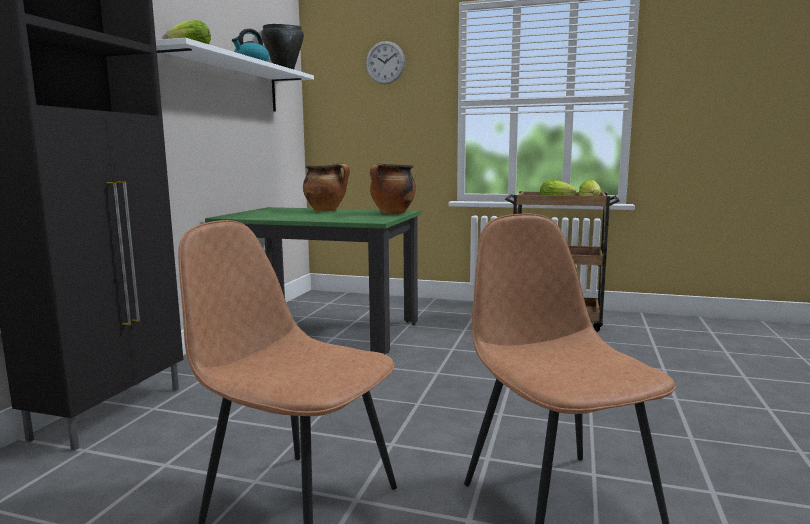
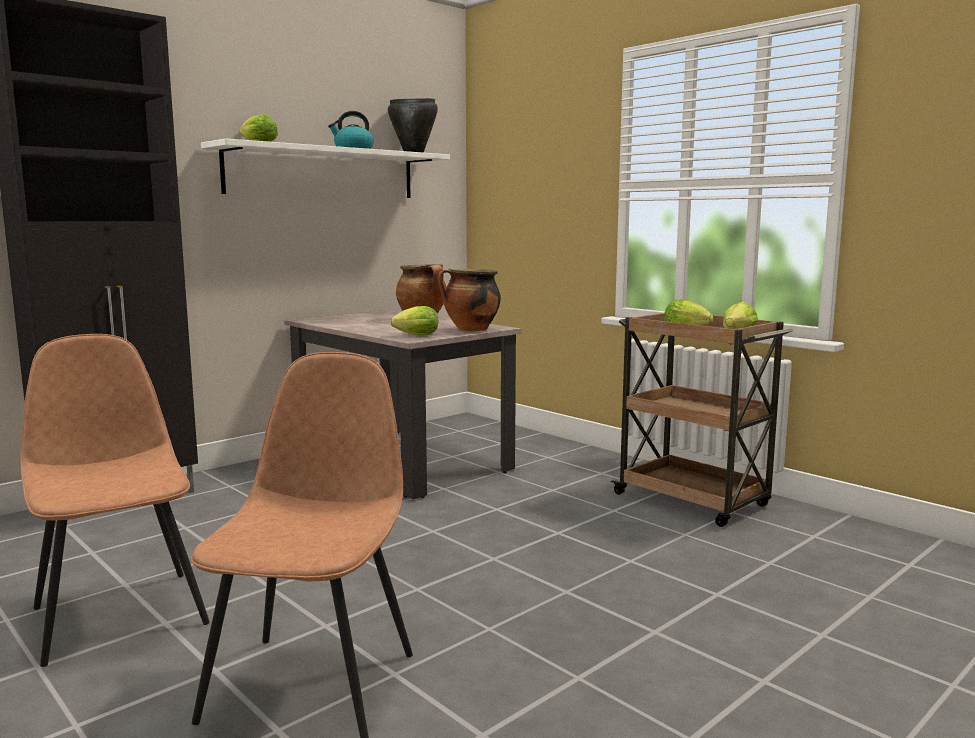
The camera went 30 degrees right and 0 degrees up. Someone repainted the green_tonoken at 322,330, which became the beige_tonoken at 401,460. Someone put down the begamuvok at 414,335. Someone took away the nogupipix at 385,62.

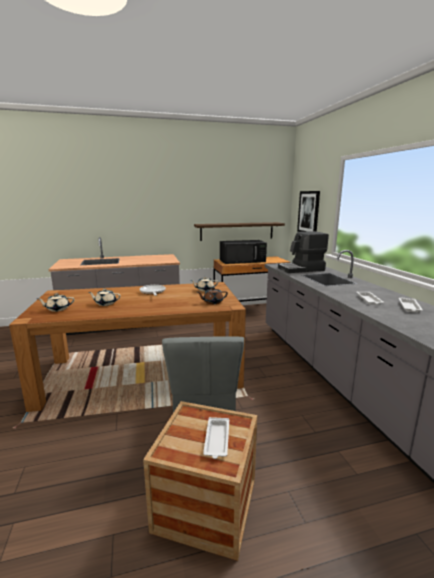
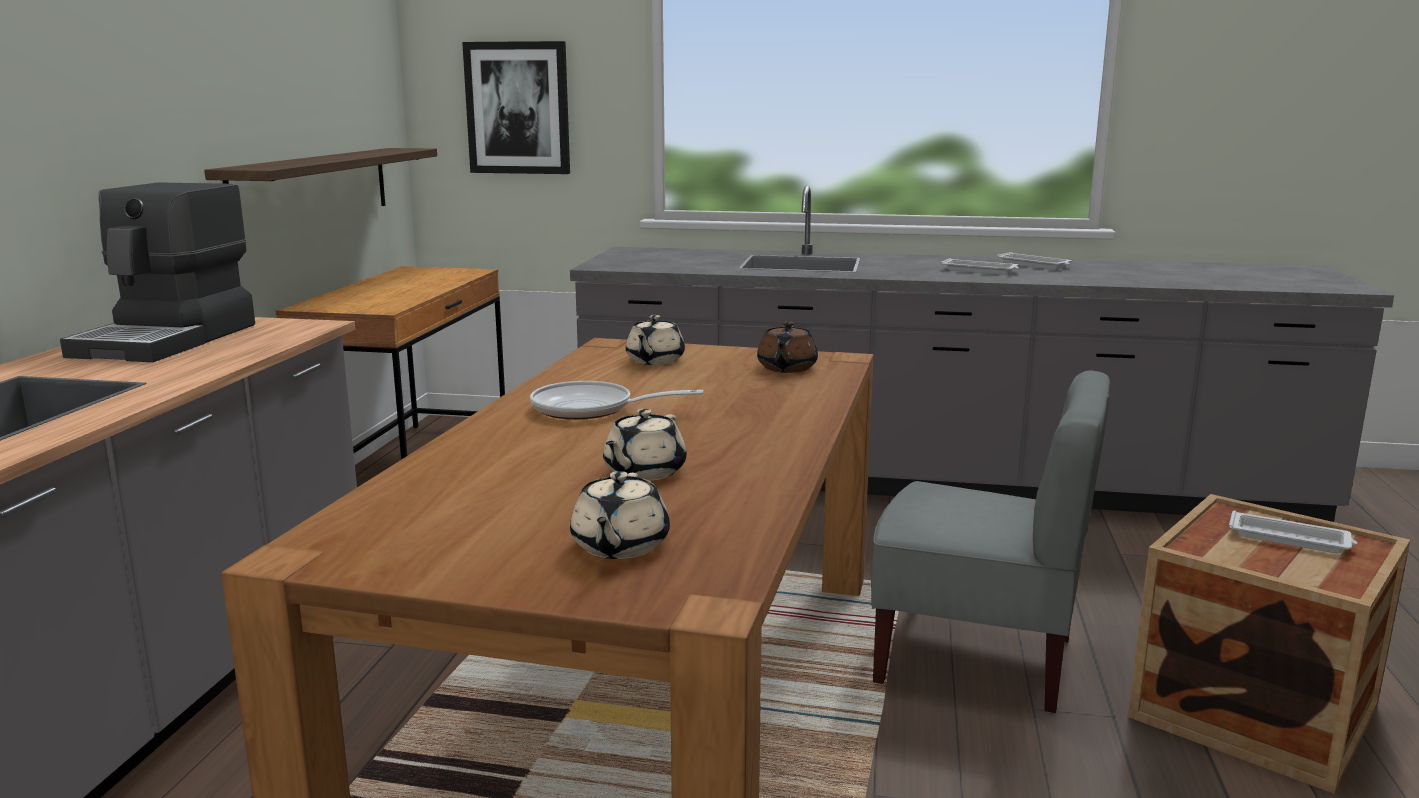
The camera went 65 degrees left and 0 degrees up. Someone carried the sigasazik from 301,269 to 169,340. Someone took away the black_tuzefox at 243,260.

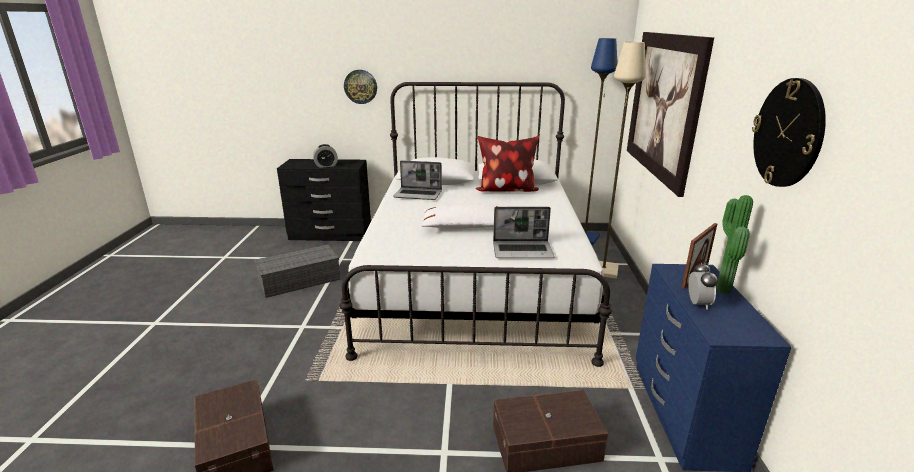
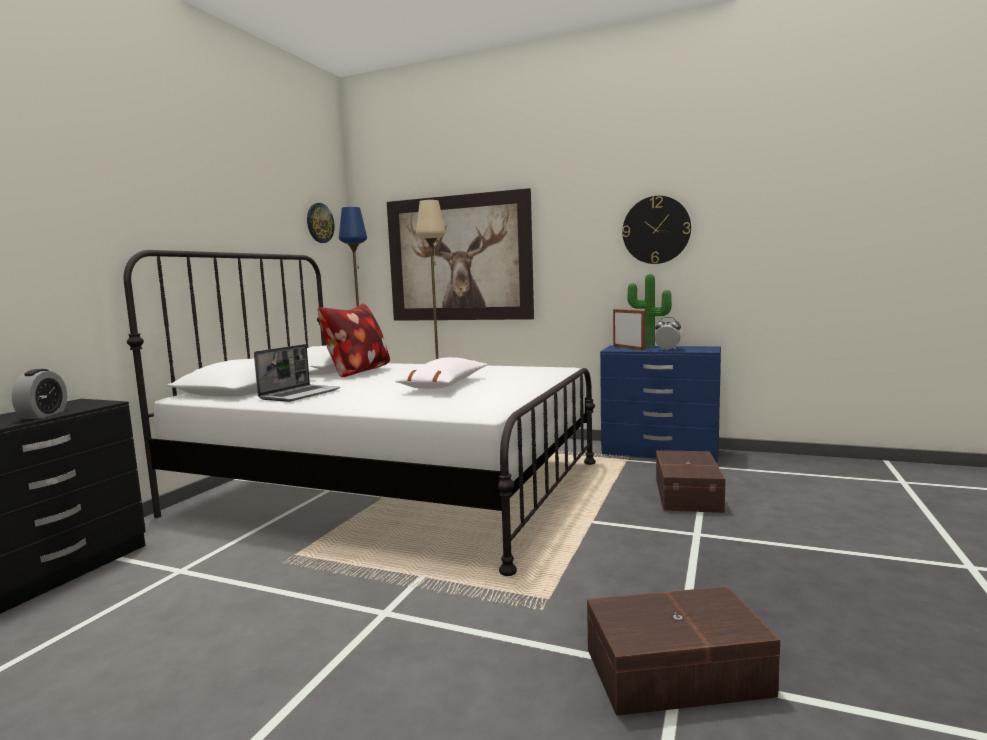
The camera went 70 degrees left and 15 degrees down. Someone carried the nogupipix from 360,86 to 319,223. Someone took away the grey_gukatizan at 300,280. Someone took away the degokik at 523,251.

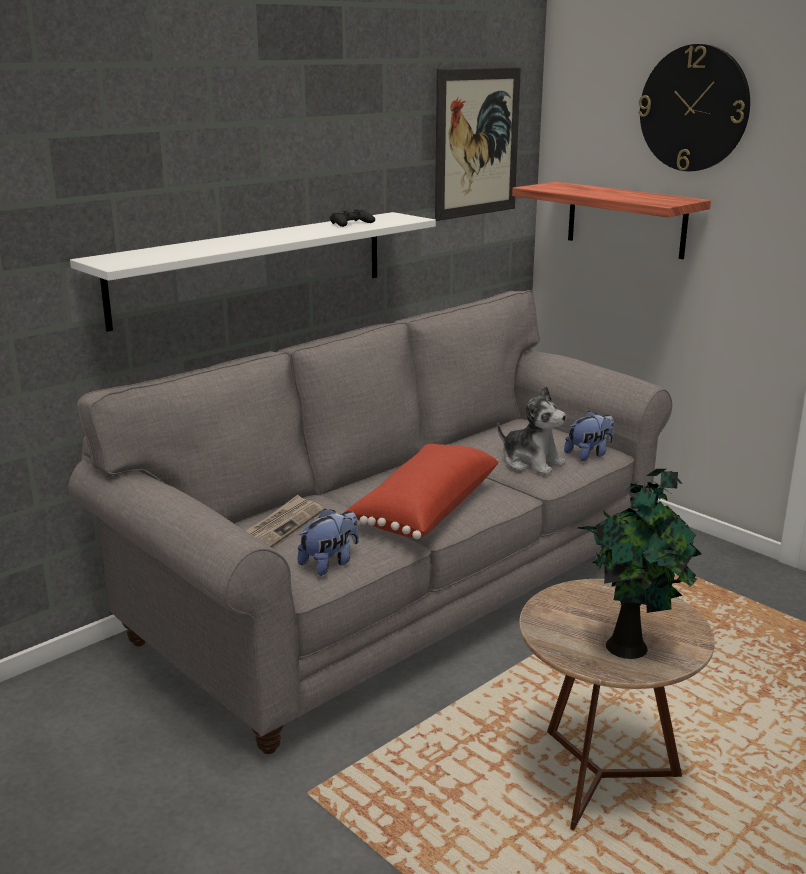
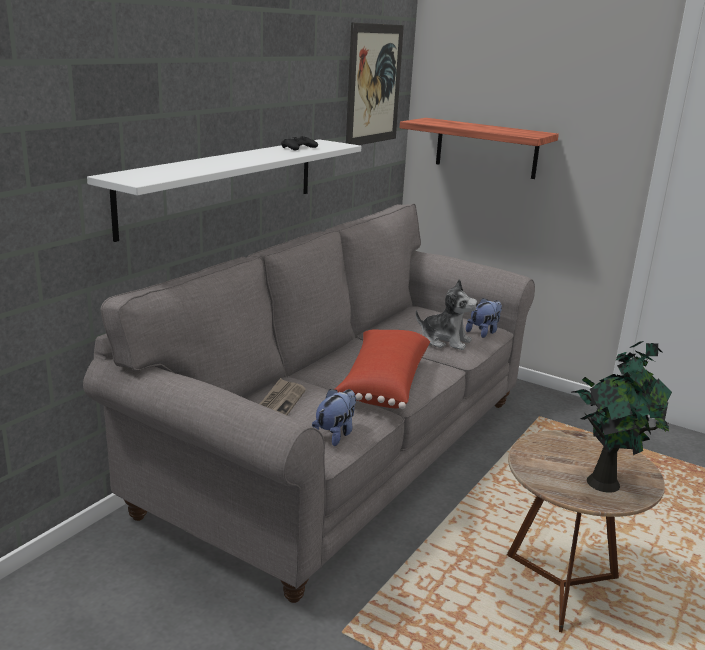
The camera went 15 degrees left and 0 degrees up. Someone took away the nogupipix at 694,108.

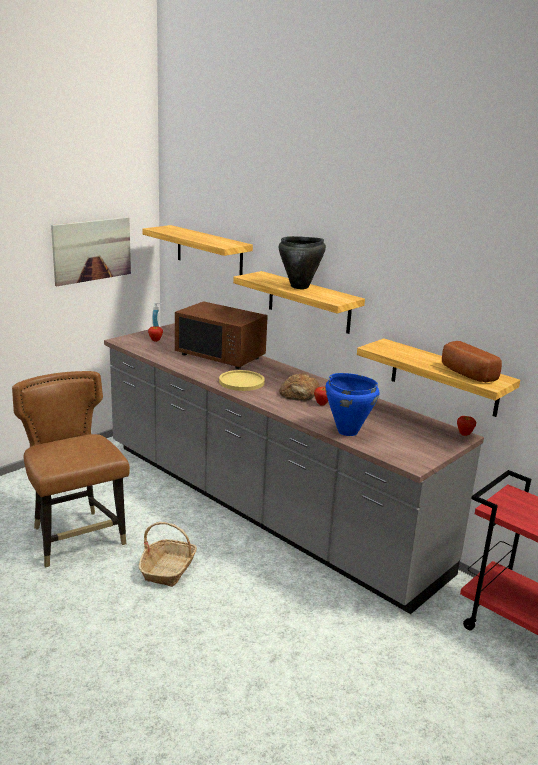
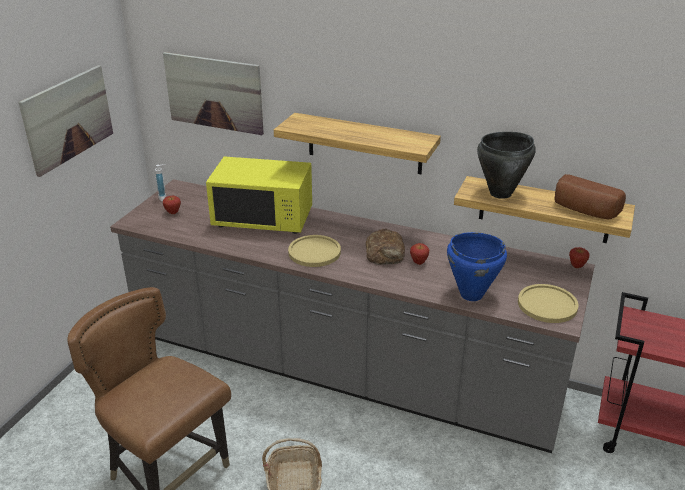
The camera went 20 degrees left and 10 degrees up. Someone swapped the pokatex at 209,251 for the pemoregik at 214,93. Someone repainted the brown_tuzefox at 220,356, which became the yellow_tuzefox at 263,218. Someone carried the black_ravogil from 300,287 to 501,193. Someone put down the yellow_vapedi at 547,305.

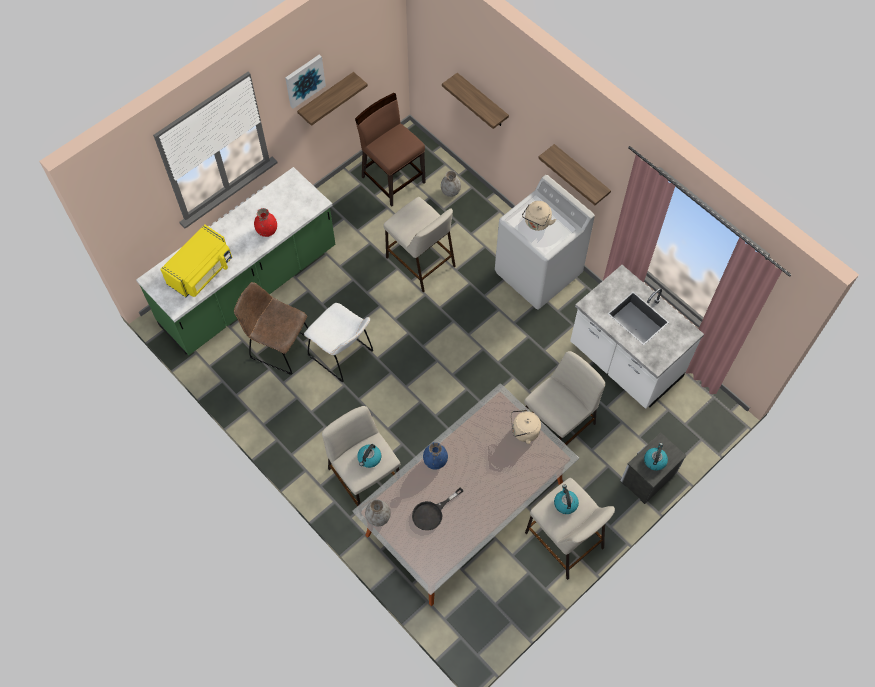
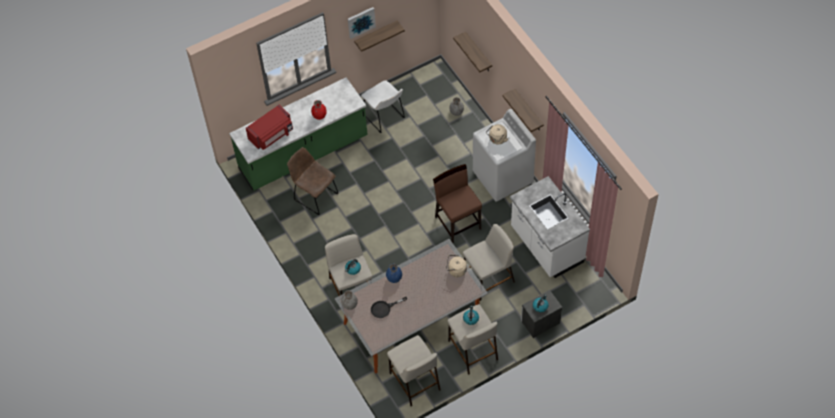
The camera went 15 degrees right and 5 degrees down. Someone repainted the yellow_tuzefox at 202,272, which became the red_tuzefox at 272,135. Someone carried the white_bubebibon from 343,355 to 385,117. Someone carried the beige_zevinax from 419,261 to 414,381. Someone carried the brown_bubebibon from 393,179 to 458,222.

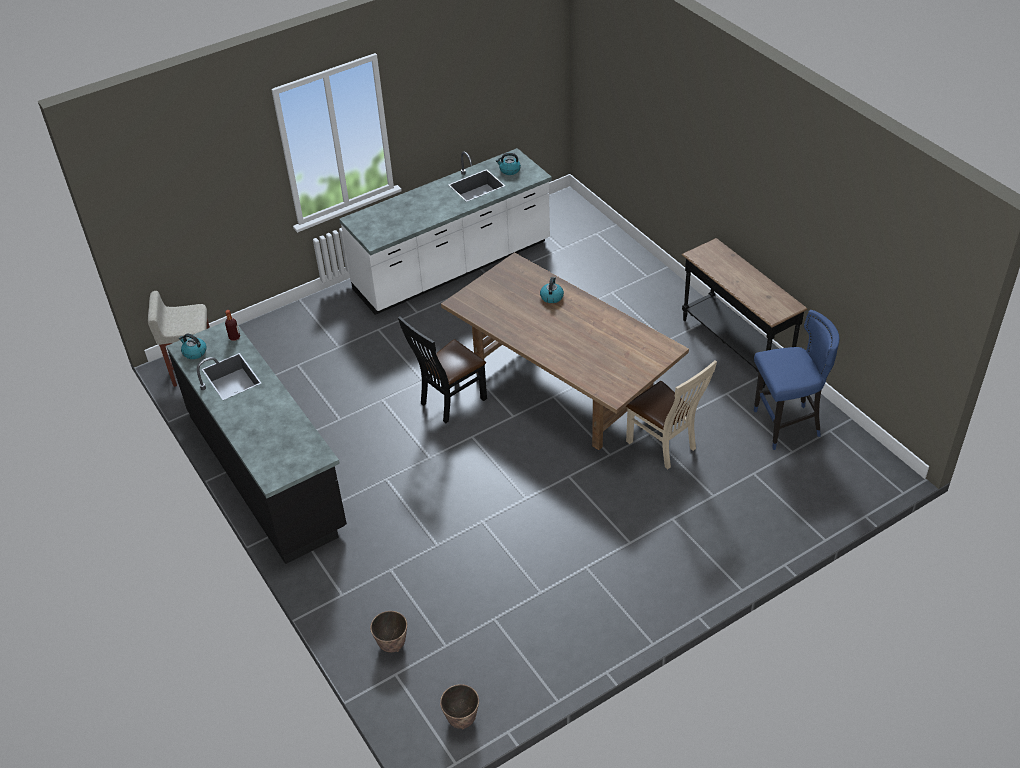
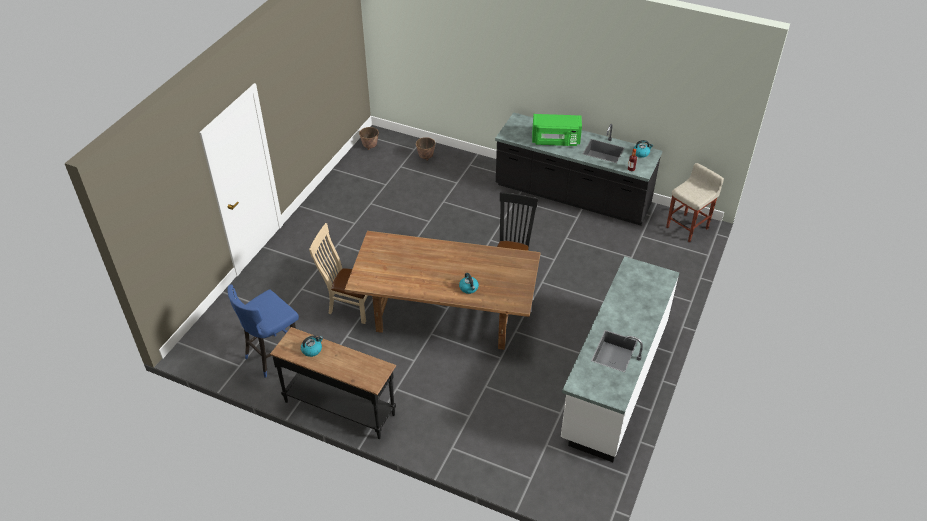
The camera went 145 degrees right and 0 degrees up. Someone carried the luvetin from 509,170 to 312,350. Someone put down the green_tuzefox at 555,140.

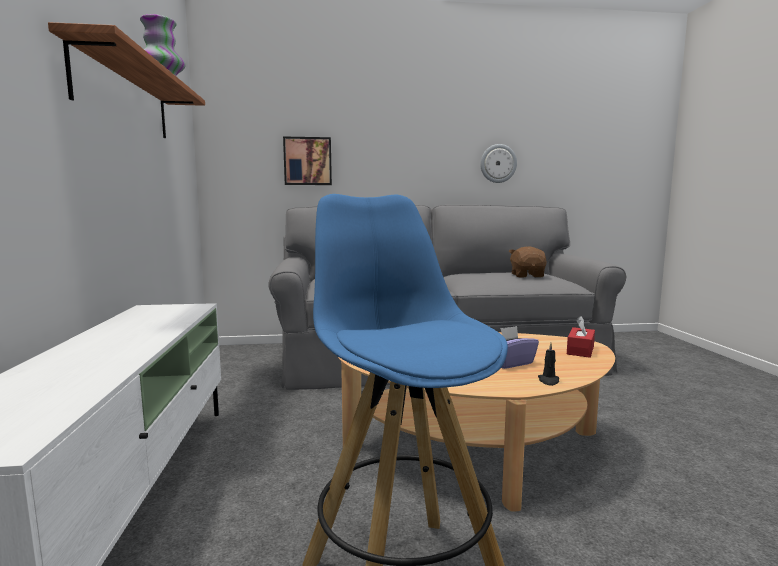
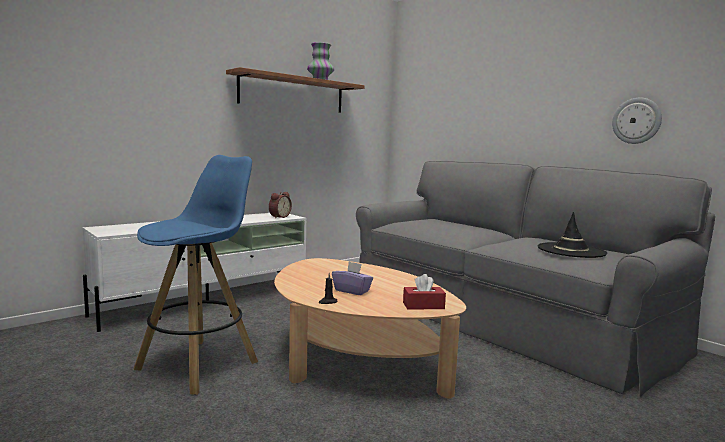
The camera went 55 degrees right and 0 degrees up. Someone put down the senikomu at 279,217. Someone swapped the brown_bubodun at 527,276 for the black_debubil at 571,250. Someone took away the pemoregik at 308,161.

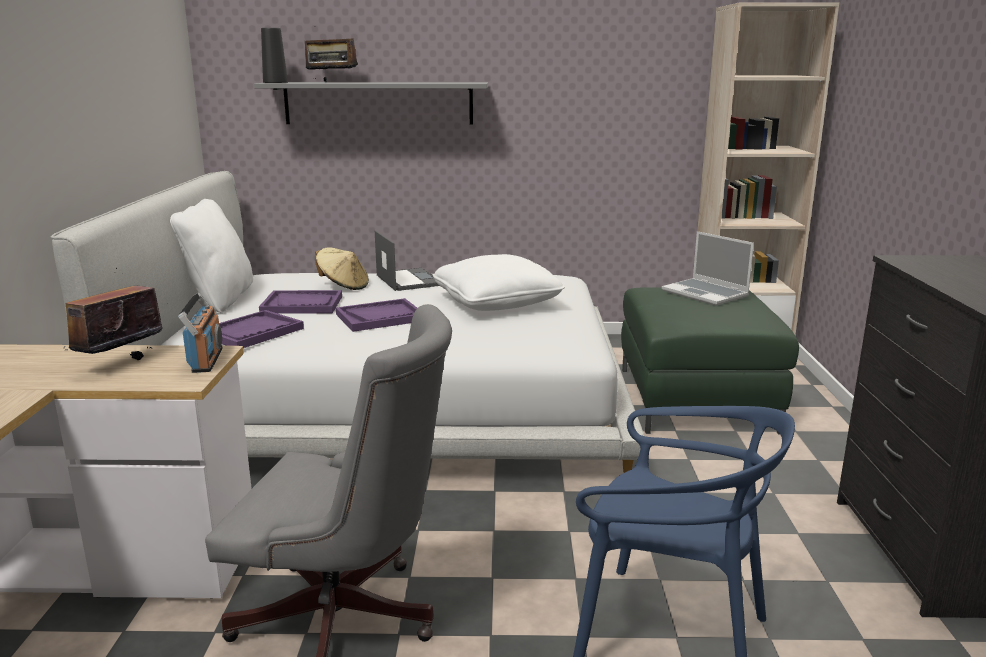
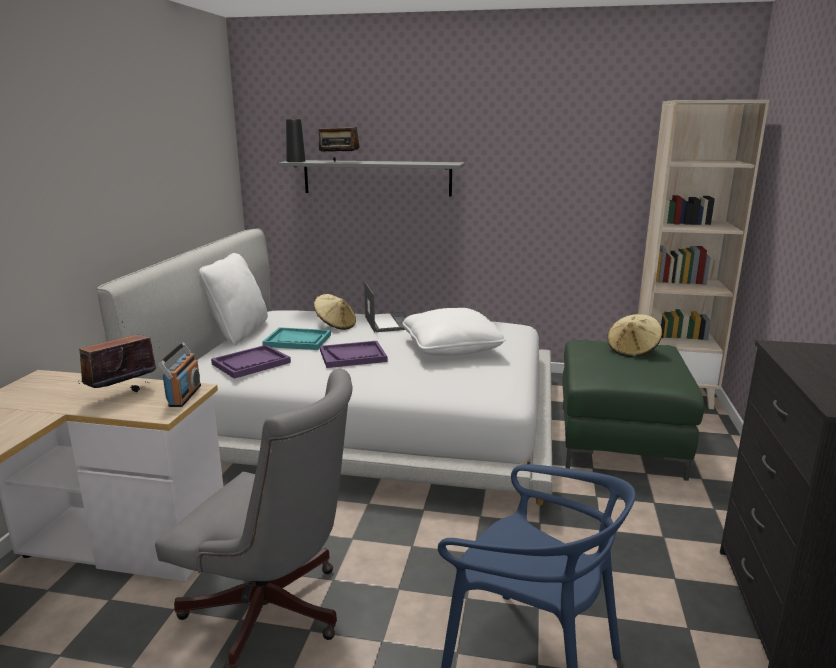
The camera went 10 degrees right and 0 degrees up. Someone repainted the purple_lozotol at 302,304, which became the turquoise_lozotol at 298,340. Someone swapped the degokik at 706,294 for the beige_debubil at 632,350.

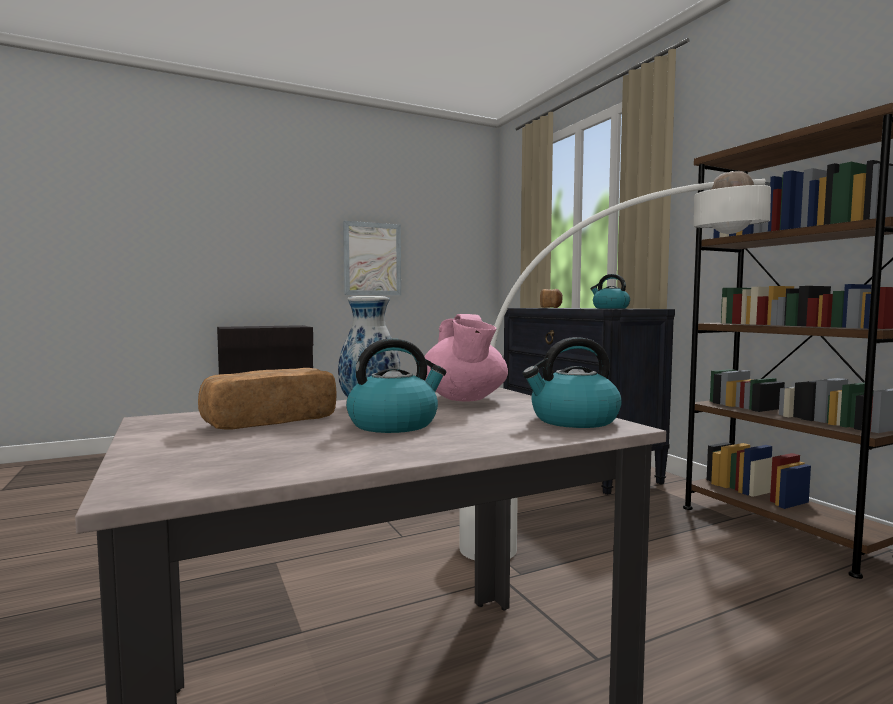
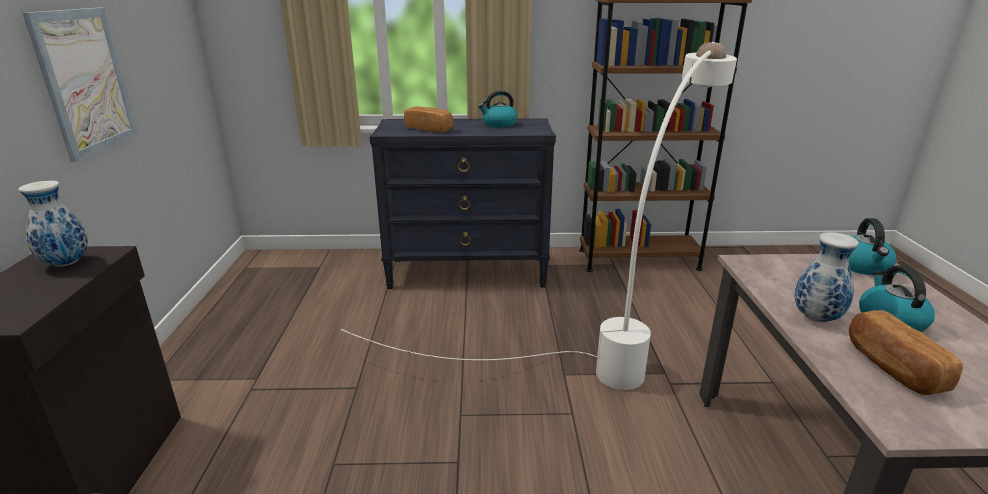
The camera went 65 degrees left and 20 degrees up. Someone put down the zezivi at 66,264. Someone took away the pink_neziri at 464,399.

